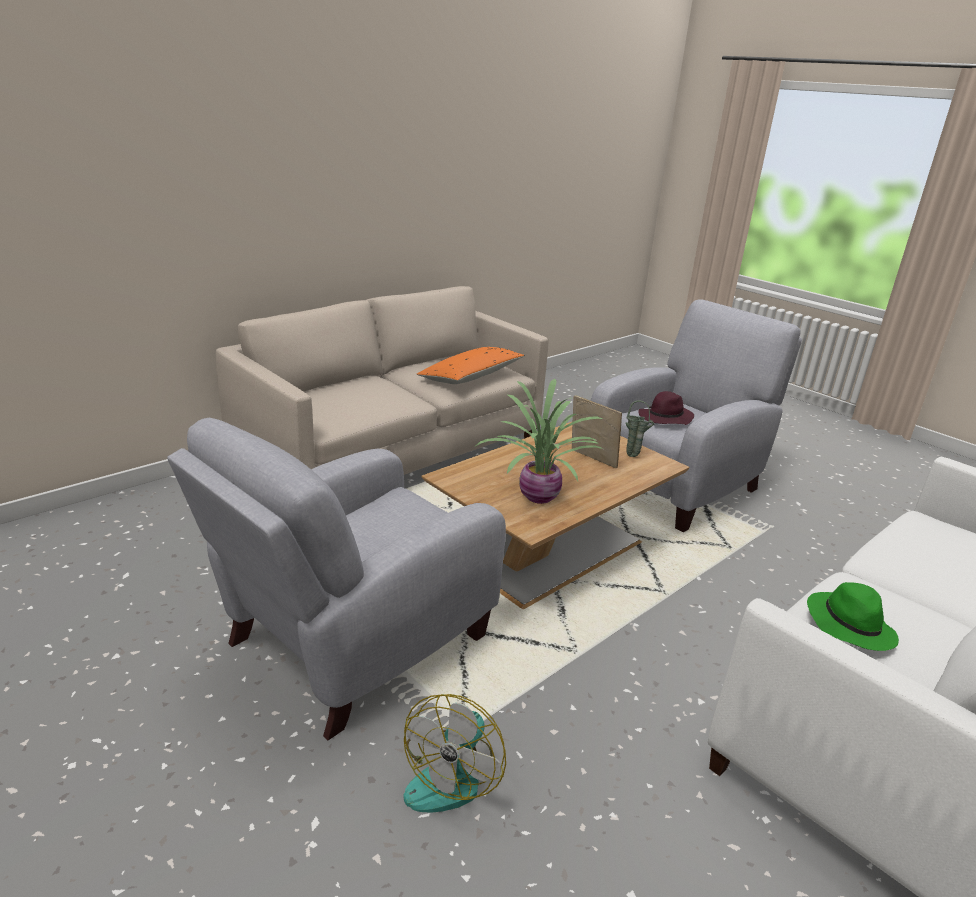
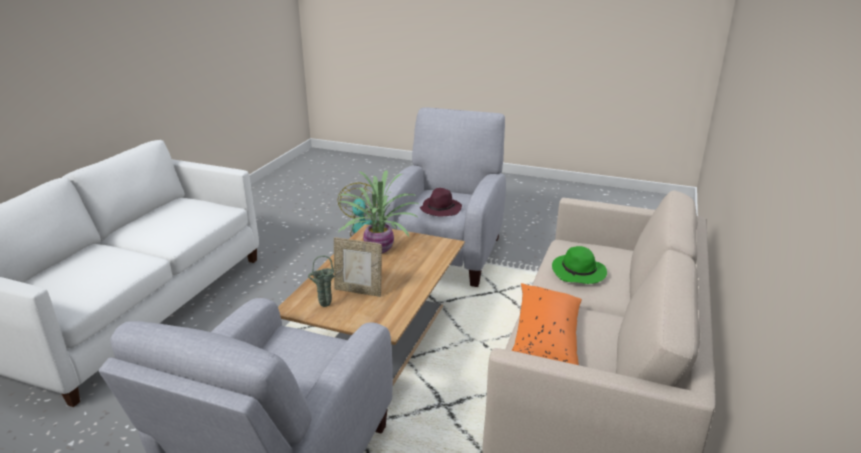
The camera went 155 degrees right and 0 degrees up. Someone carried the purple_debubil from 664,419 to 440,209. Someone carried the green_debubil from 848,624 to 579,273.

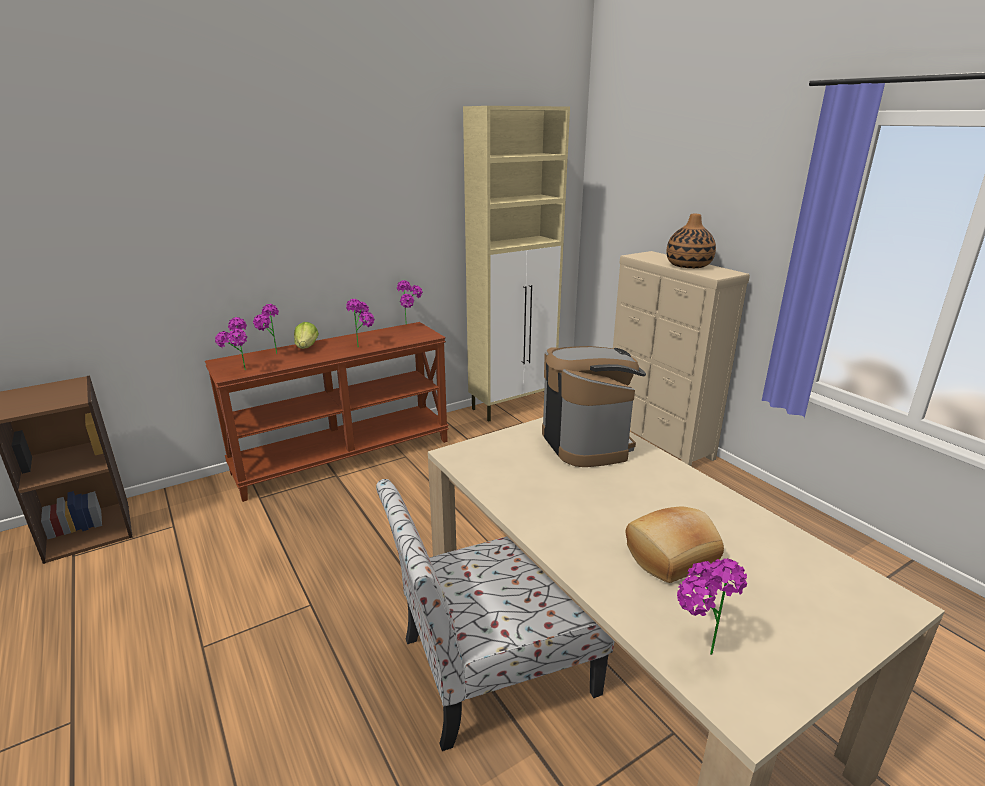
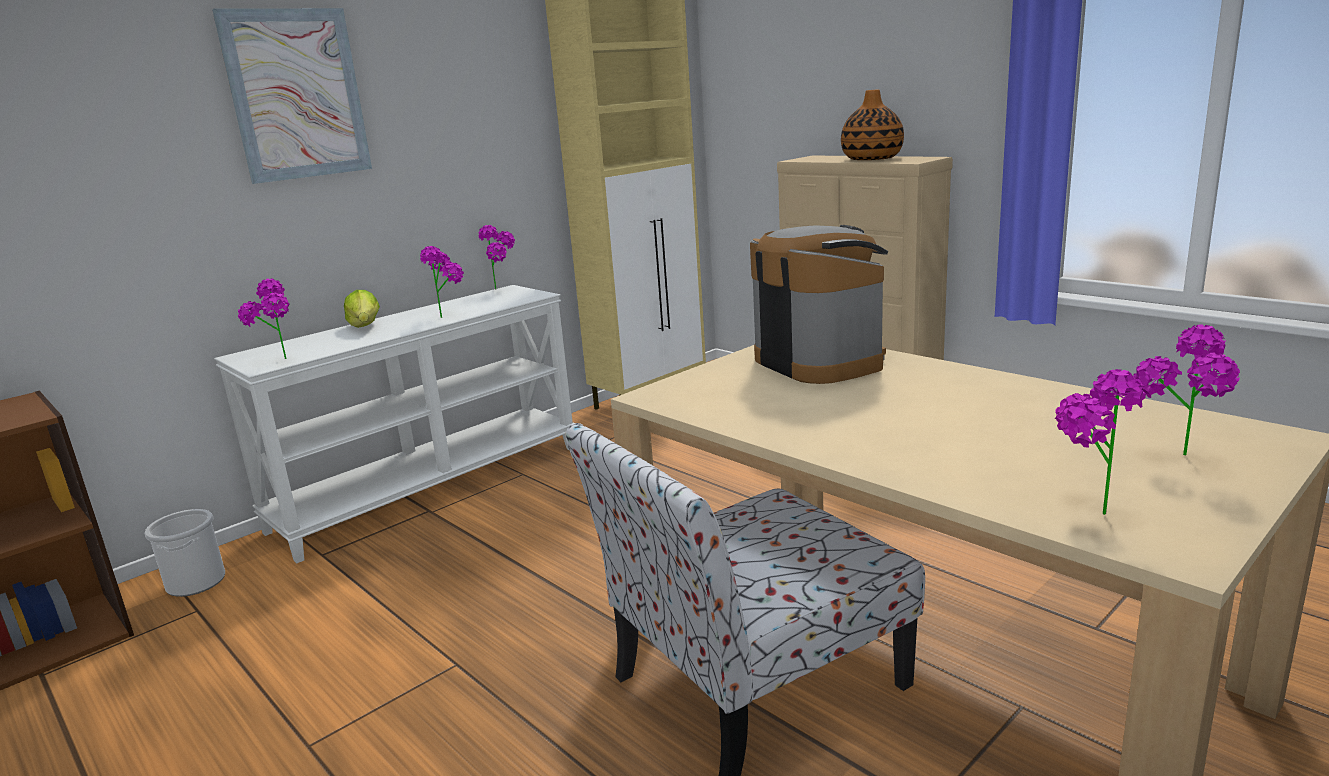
The camera went 10 degrees left and 5 degrees down. Someone put down the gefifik at 195,582. Someone put up the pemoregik at 297,95. Someone repainted the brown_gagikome at 344,456, which became the white_gagikome at 431,487. Someone carried the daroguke from 270,355 to 1178,460. Someone took away the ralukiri at 672,557.

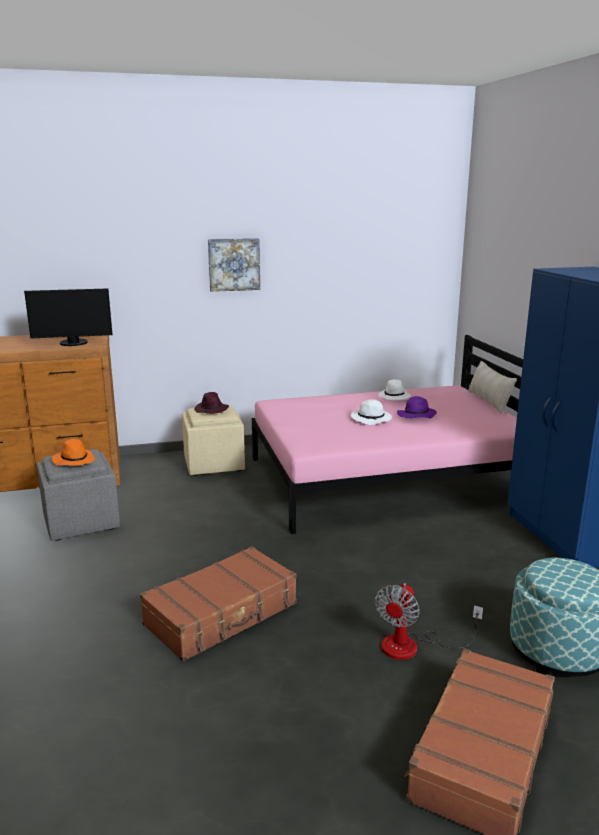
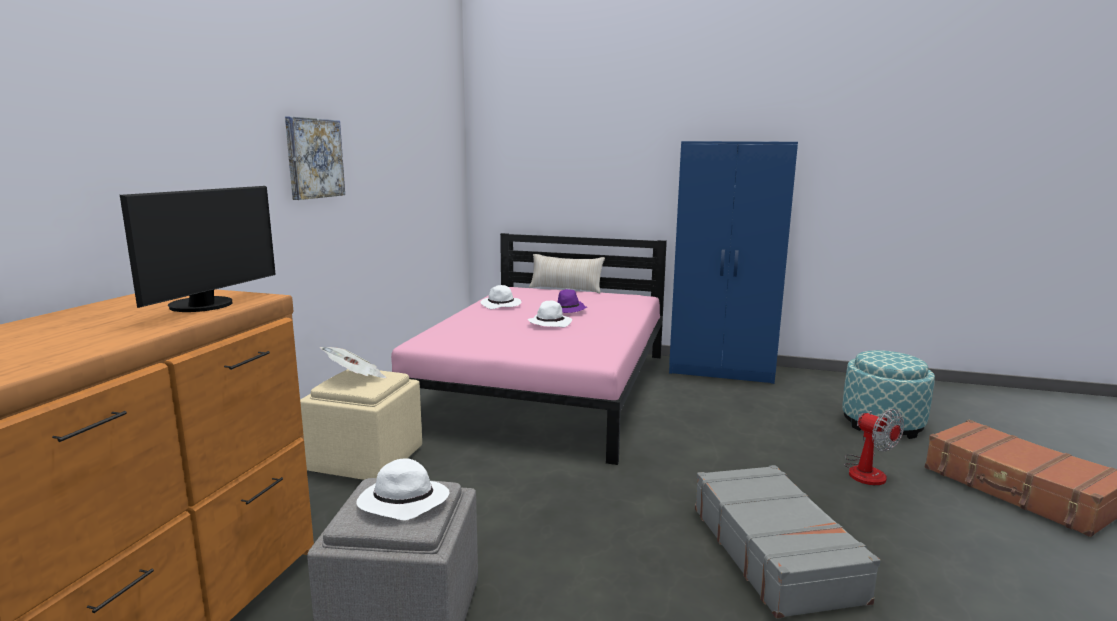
The camera went 60 degrees left and 5 degrees down. Someone swapped the purple_debubil at 212,410 for the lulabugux at 356,378. Someone repainted the orange_debubil at 74,461, which became the white_debubil at 402,503. Someone repainted the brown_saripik at 222,615, which became the grey_saripik at 774,552.

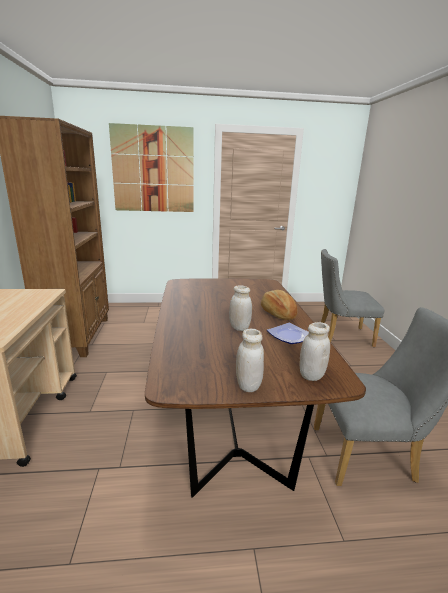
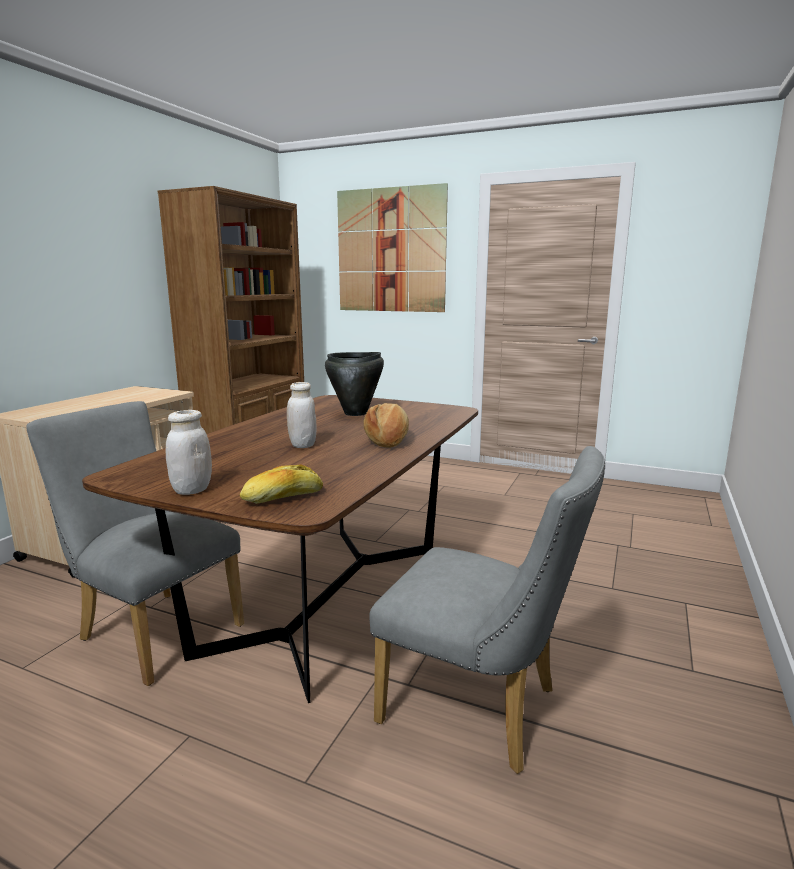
The camera went 30 degrees right and 5 degrees down. Someone carried the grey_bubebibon from 340,336 to 154,629. Someone swapped the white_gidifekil at 311,375 for the ralukiri at 283,497. Someone put down the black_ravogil at 356,413. Someone took away the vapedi at 289,335.

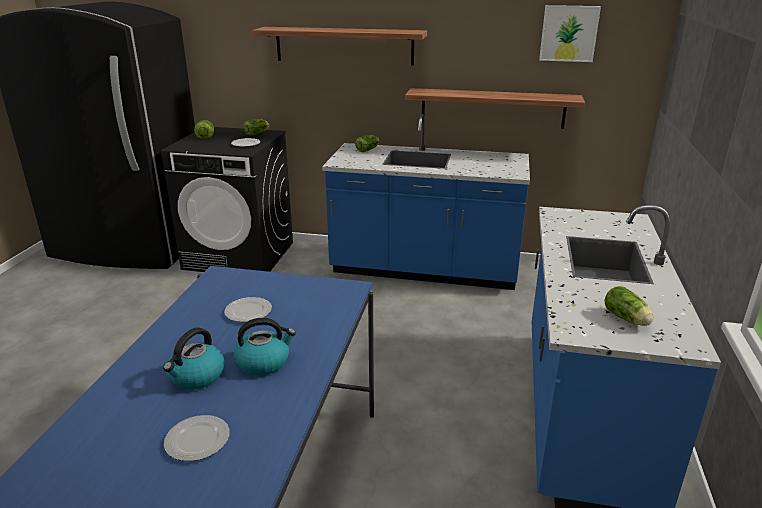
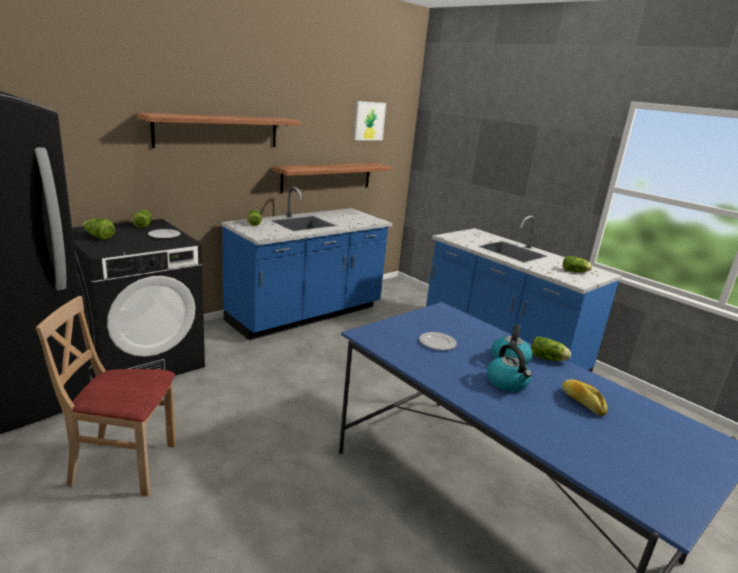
The camera went 55 degrees left and 5 degrees down. Someone put down the beige_bubebibon at 124,465. Someone put down the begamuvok at 548,359. Someone swapped the vapedi at 197,440 for the ralukiri at 582,402.

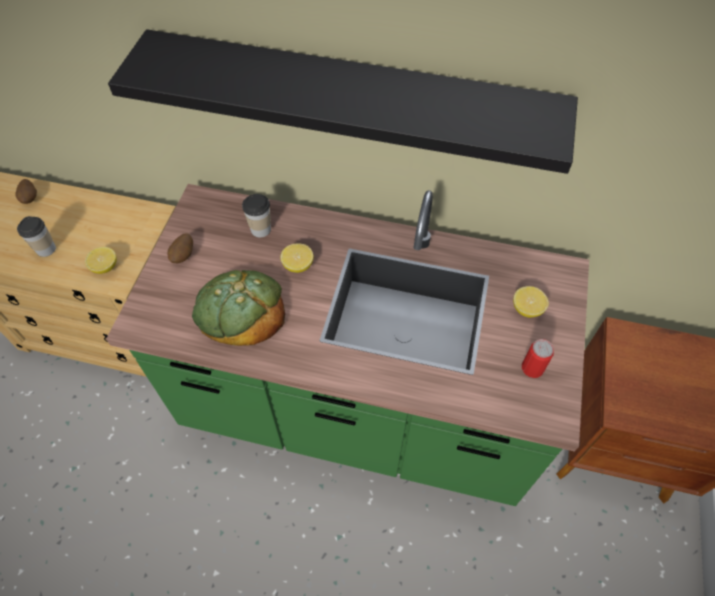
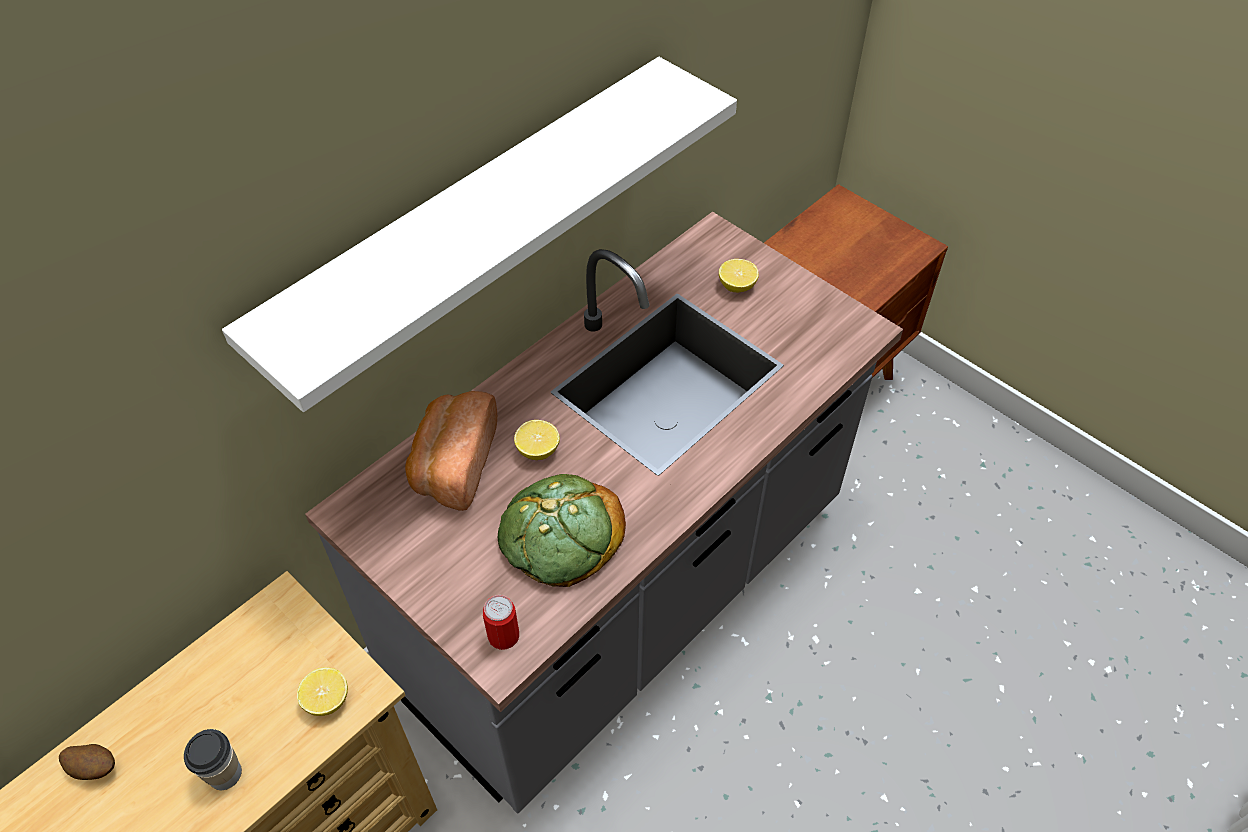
The camera went 60 degrees left and 5 degrees down. Someone repainted the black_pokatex at 352,99, which became the white_pokatex at 472,221. Someone repainted the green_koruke at 357,410, which became the grey_koruke at 624,596. Someone swapped the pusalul at 261,229 for the ralukiri at 453,464. Someone carried the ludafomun from 532,368 to 503,636. Someone took away the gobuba at 183,256.

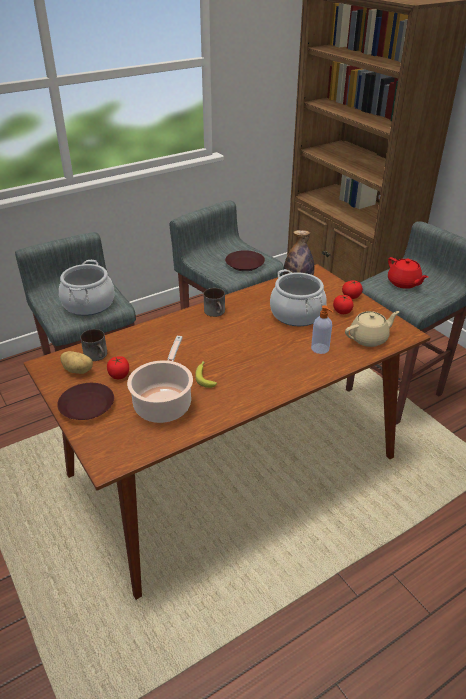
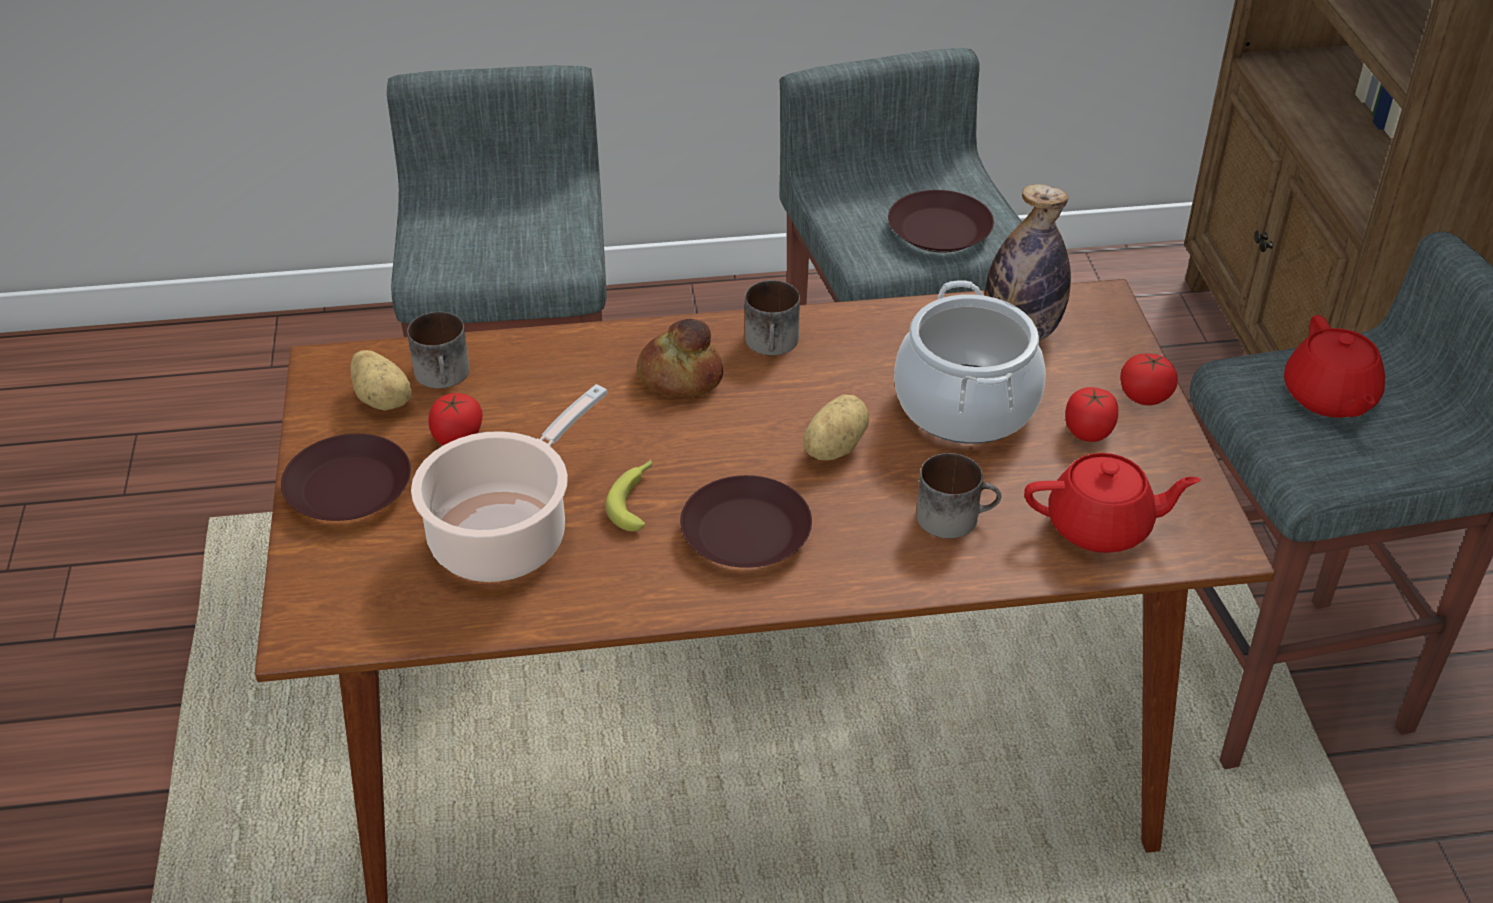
The camera went 25 degrees right and 5 degrees up. Someone put down the ralukiri at 679,377. Someone put down the brown_vapedi at 744,533. Someone put down the gobuba at 832,447. Someone swapped the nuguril at 320,349 for the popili at 955,516. Someone repainted the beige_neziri at 369,338, which became the red_neziri at 1101,527. Someone took away the ravogil at 88,304.

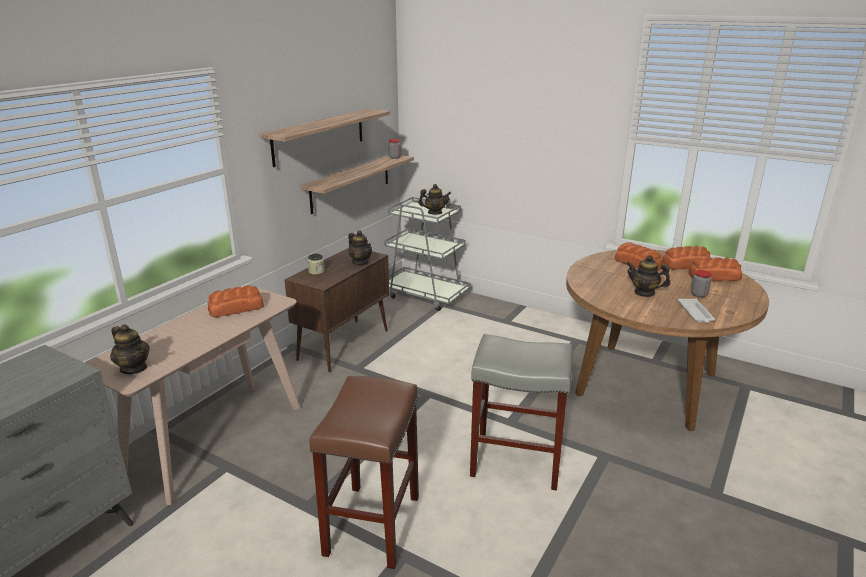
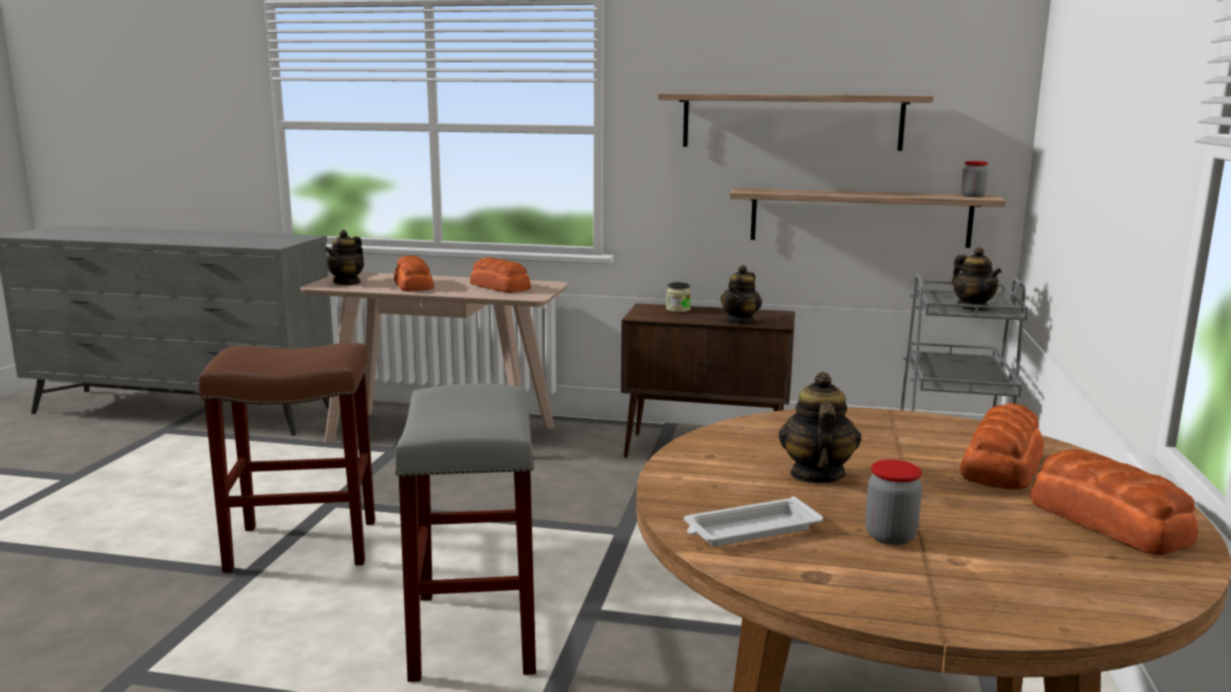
The camera went 70 degrees right and 10 degrees down. Someone carried the ralukiri from 713,276 to 414,285.

